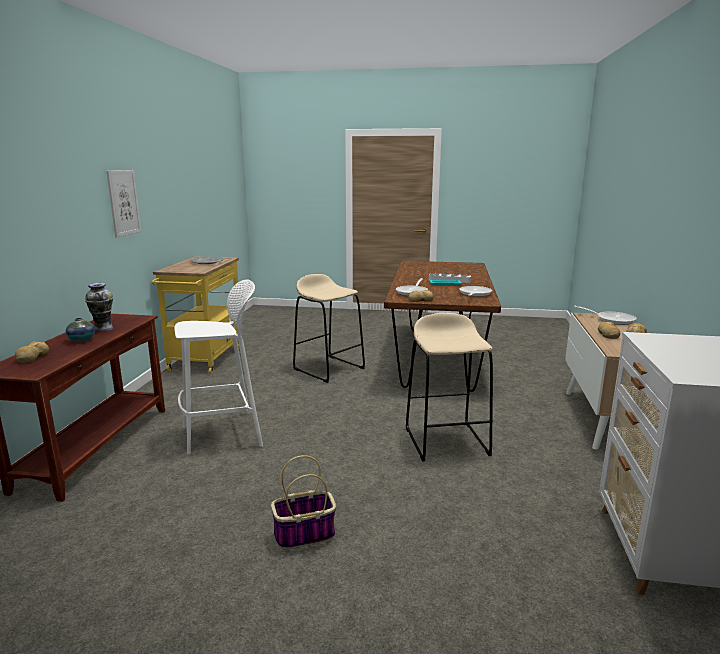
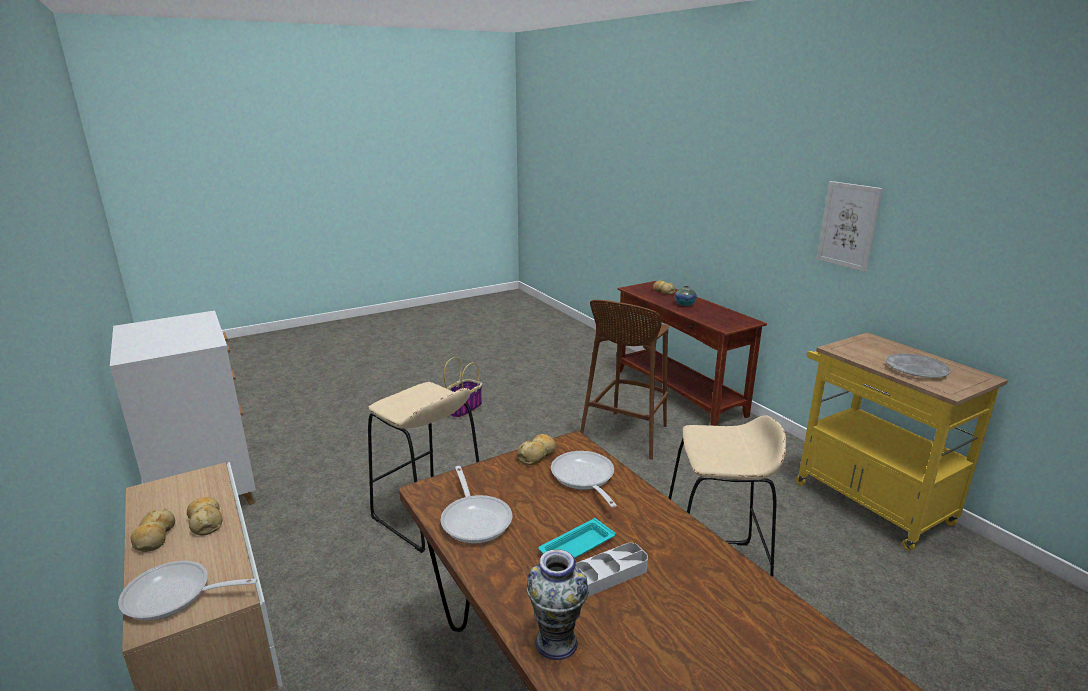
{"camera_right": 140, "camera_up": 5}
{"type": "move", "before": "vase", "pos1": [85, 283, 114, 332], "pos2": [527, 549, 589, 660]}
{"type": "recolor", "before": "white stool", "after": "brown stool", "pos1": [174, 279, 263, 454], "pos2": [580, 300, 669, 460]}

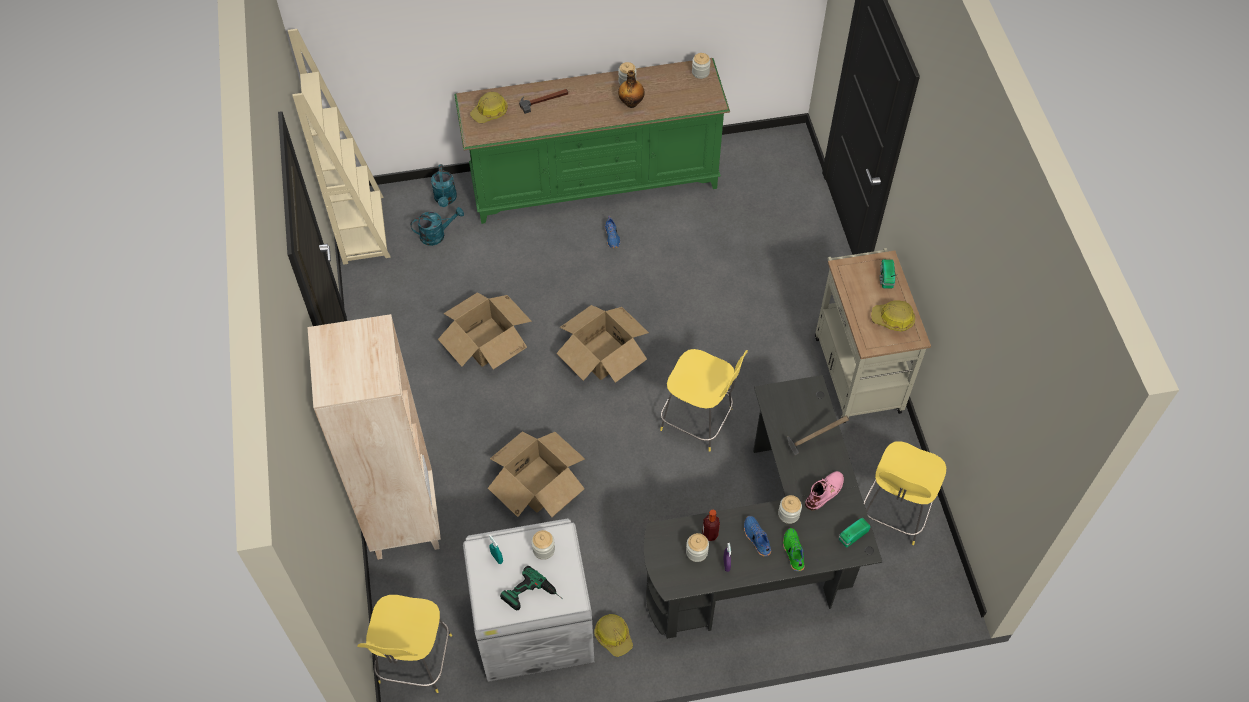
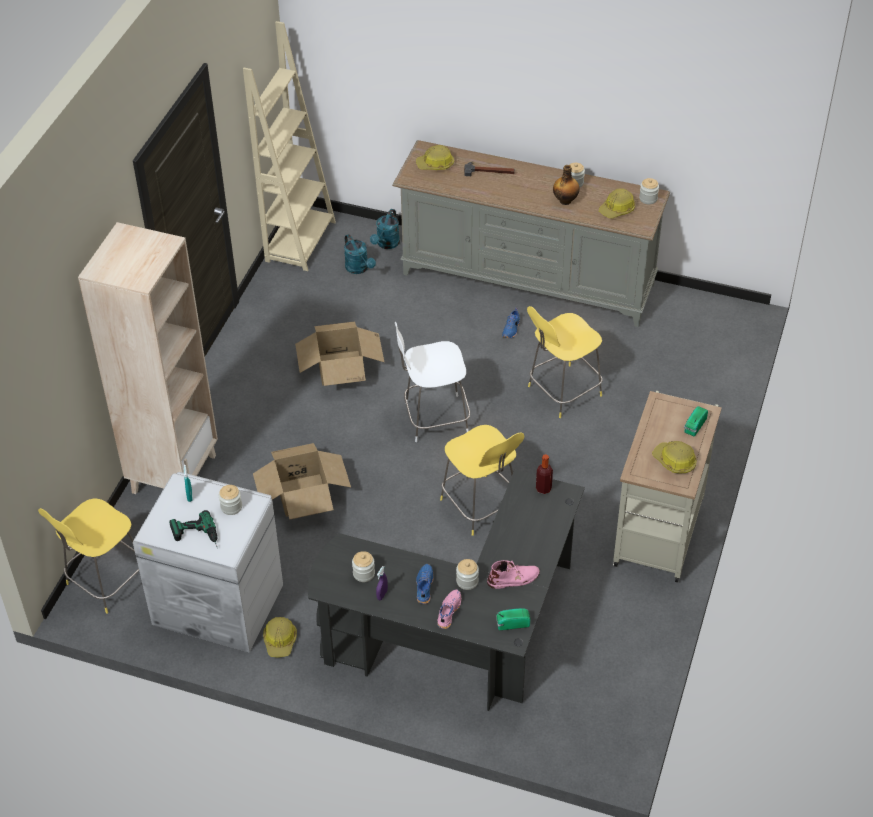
{"camera_right": 30, "camera_up": -10}
{"type": "rotate", "before": "turquoise watering can", "pos1": [411, 207, 464, 246], "pos2": [344, 234, 376, 274], "turn": 45}
{"type": "recolor", "before": "green cabinet", "after": "grey cabinet", "pos1": [454, 58, 730, 224], "pos2": [392, 140, 670, 327]}
{"type": "replace", "before": "cardboard box", "after": "white stool", "pos1": [556, 305, 649, 383], "pos2": [395, 322, 470, 442]}
{"type": "recolor", "before": "green shoe", "after": "pink shoe", "pos1": [783, 528, 804, 572], "pos2": [437, 589, 461, 629]}
{"type": "move", "before": "yellow stool", "pos1": [864, 441, 946, 545], "pos2": [527, 306, 603, 418]}
{"type": "move", "before": "bottle", "pos1": [702, 510, 720, 541], "pos2": [536, 454, 553, 494]}
{"type": "insert", "after": "hard hat", "pos2": [599, 188, 635, 219]}
{"type": "delete", "before": "hammer", "pos1": [787, 415, 849, 455]}

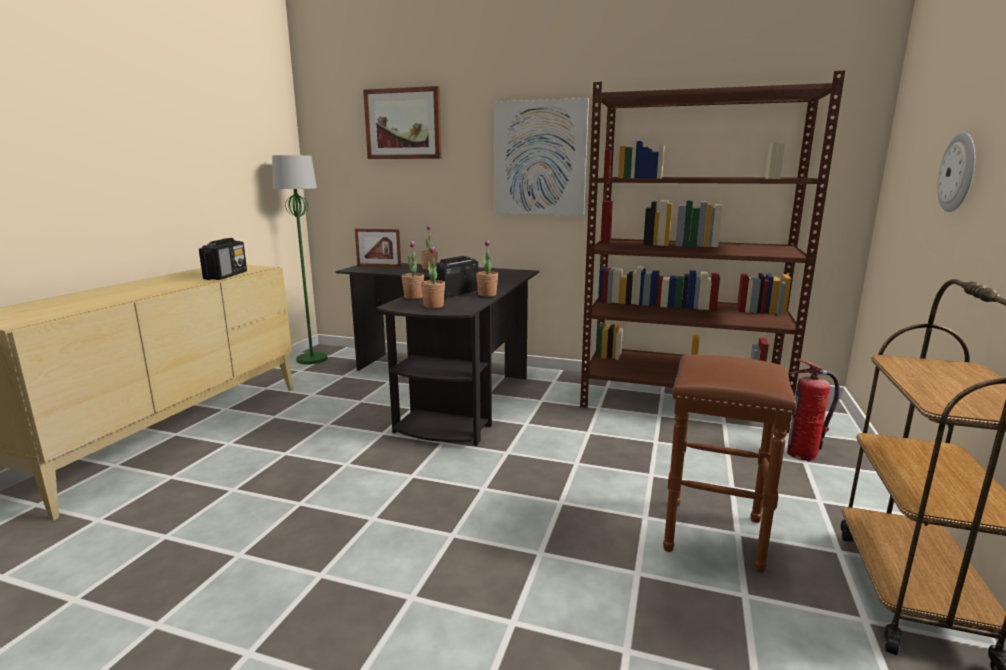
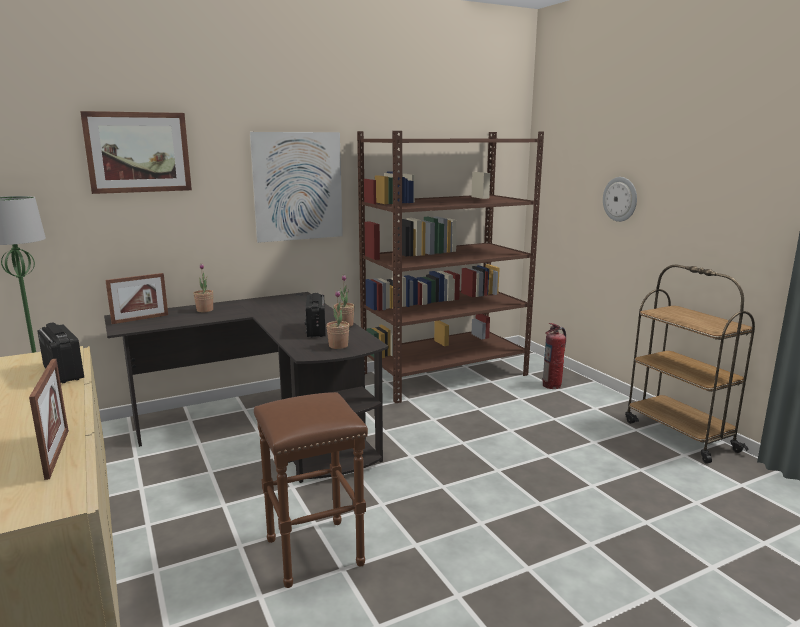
{"camera_right": -45, "camera_up": 0}
{"type": "insert", "after": "picture frame", "pos2": [29, 359, 69, 480]}
{"type": "move", "before": "brown stool", "pos1": [663, 355, 797, 572], "pos2": [254, 392, 368, 588]}
{"type": "delete", "before": "potted plant", "pos1": [402, 241, 424, 299]}

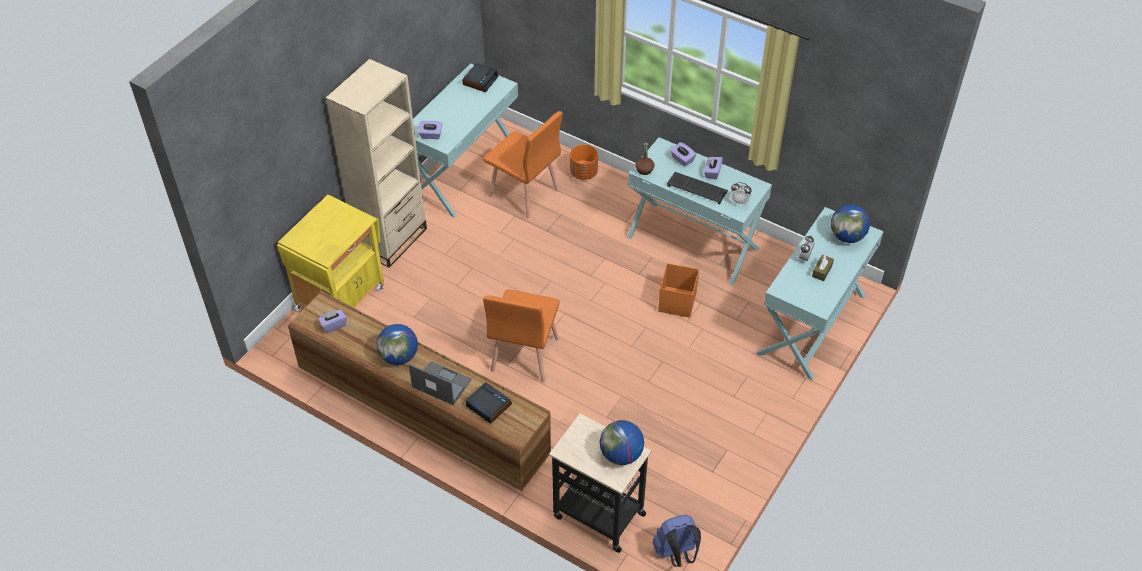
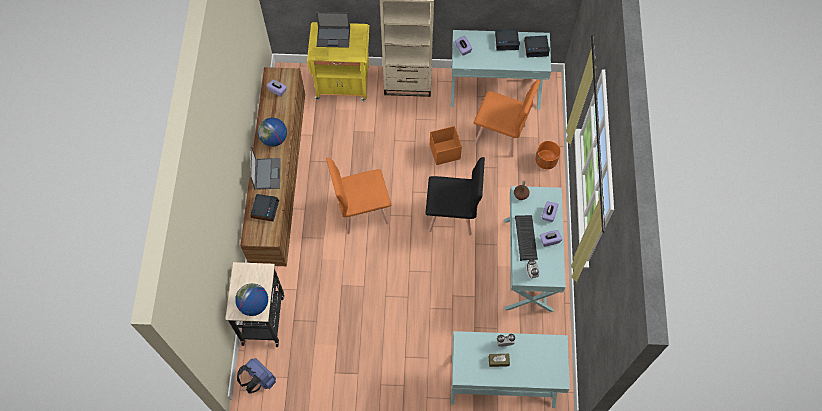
{"camera_right": 60, "camera_up": 15}
{"type": "insert", "after": "laptop", "pos2": [316, 12, 350, 48]}
{"type": "insert", "after": "black chair", "pos2": [425, 157, 485, 236]}
{"type": "move", "before": "orange storage box", "pos1": [658, 263, 699, 318], "pos2": [430, 126, 462, 165]}
{"type": "rotate", "before": "orange chair", "pos1": [483, 111, 563, 219], "pos2": [473, 80, 540, 157], "turn": -75}
{"type": "insert", "after": "alarm clock", "pos2": [495, 29, 520, 51]}
{"type": "delete", "before": "globe", "pos1": [831, 204, 870, 243]}

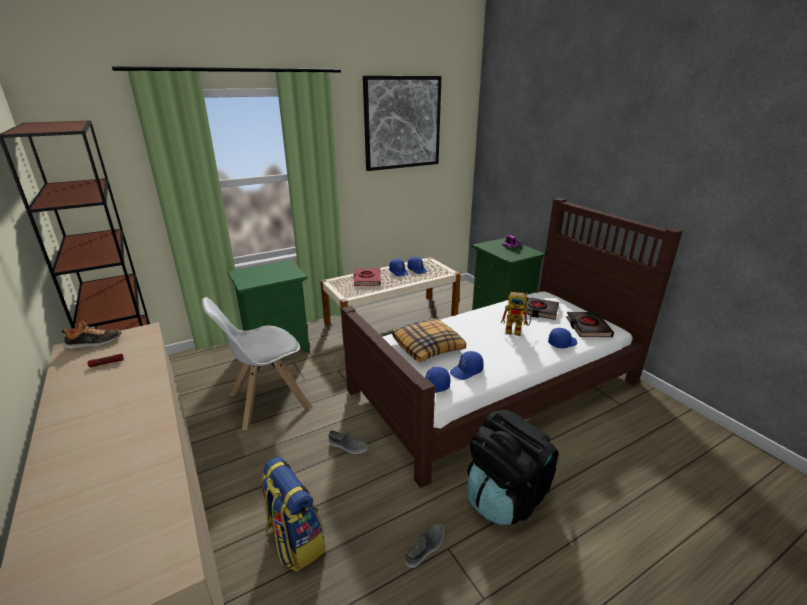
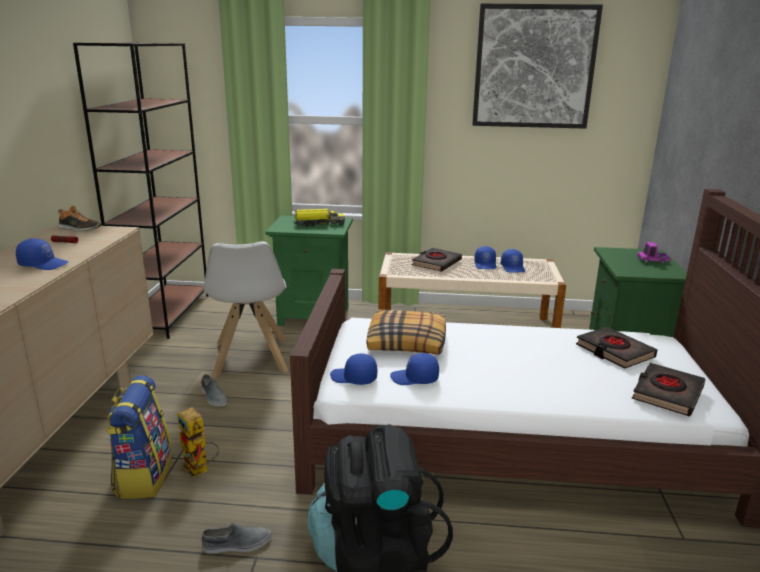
{"camera_right": 35, "camera_up": -5}
{"type": "move", "before": "blue cap", "pos1": [548, 328, 577, 348], "pos2": [16, 238, 68, 270]}
{"type": "move", "before": "toy robot", "pos1": [501, 292, 531, 336], "pos2": [177, 407, 219, 478]}
{"type": "move", "before": "grey shoe", "pos1": [328, 430, 368, 454], "pos2": [201, 374, 227, 407]}
{"type": "rotate", "before": "chair", "pos1": [202, 297, 311, 430], "pos2": [204, 241, 288, 378], "turn": -105}
{"type": "insert", "after": "toy truck", "pos2": [293, 209, 345, 227]}
{"type": "recolor", "before": "red book", "after": "black book", "pos1": [354, 268, 381, 286], "pos2": [412, 248, 462, 272]}

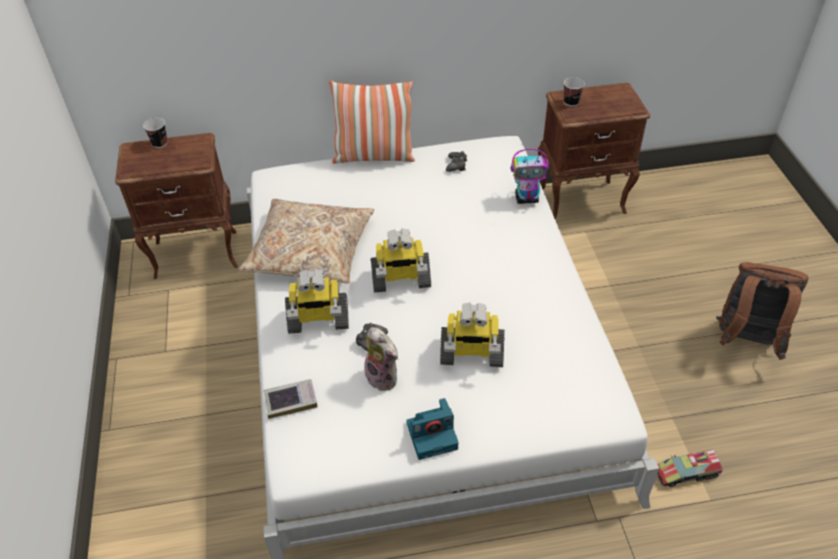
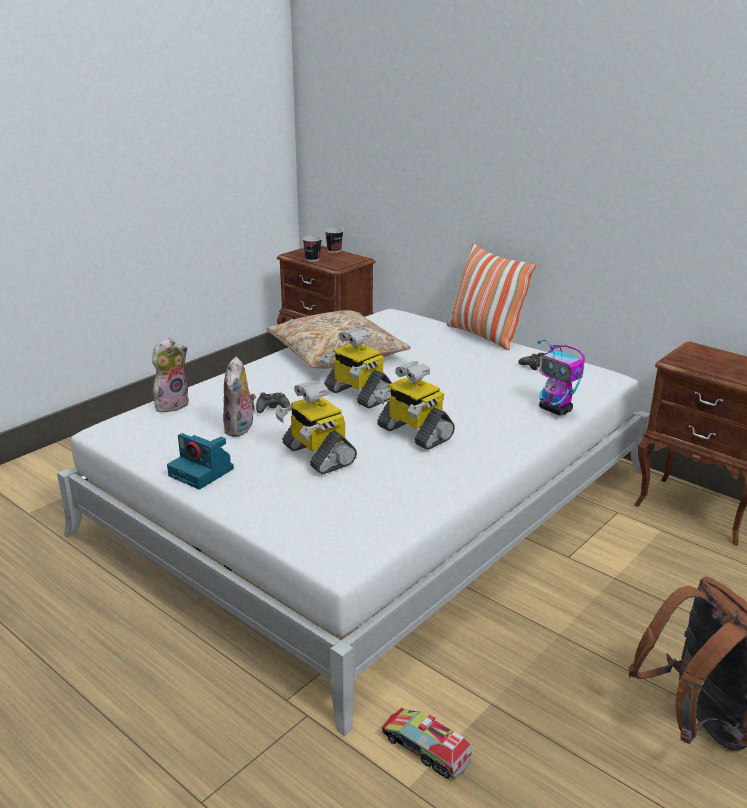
{"camera_right": 50, "camera_up": -20}
{"type": "replace", "before": "book", "after": "plush toy", "pos1": [263, 379, 318, 419], "pos2": [152, 338, 189, 412]}
{"type": "move", "before": "cup", "pos1": [564, 77, 584, 107], "pos2": [302, 236, 322, 262]}
{"type": "move", "before": "toy robot", "pos1": [285, 269, 349, 333], "pos2": [375, 361, 455, 450]}

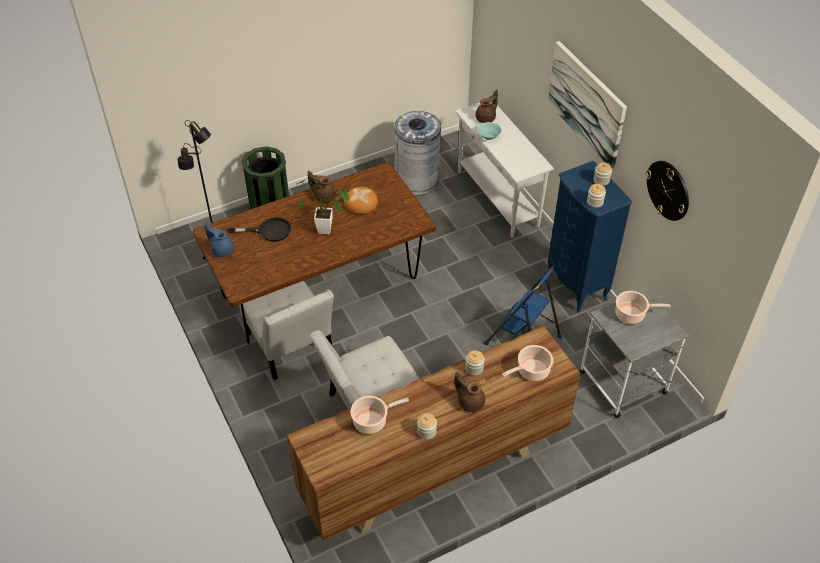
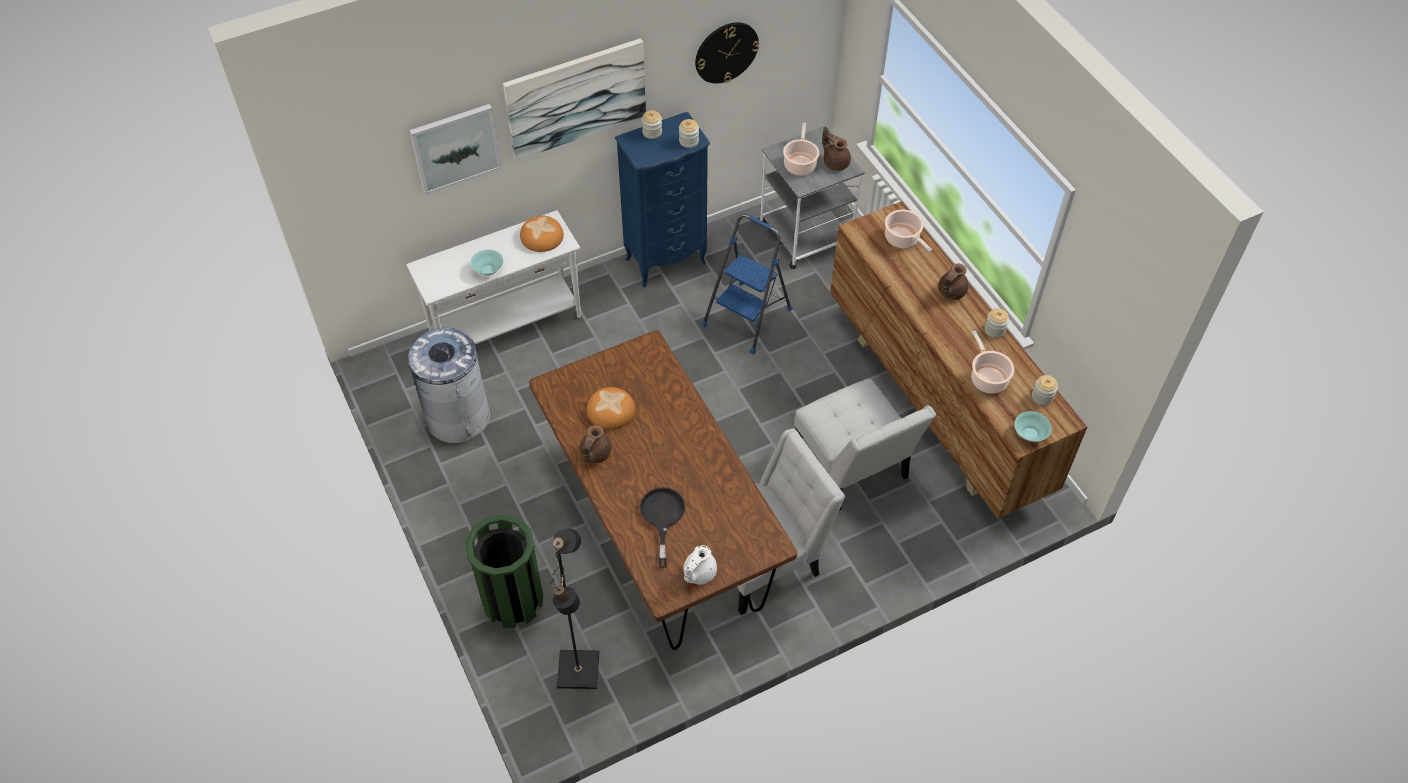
{"camera_right": -90, "camera_up": 5}
{"type": "insert", "after": "picture", "pos2": [409, 104, 502, 195]}
{"type": "insert", "after": "bread", "pos2": [520, 216, 564, 252]}
{"type": "recolor", "before": "blue teapot", "after": "white teapot", "pos1": [204, 222, 234, 257], "pos2": [683, 545, 717, 585]}
{"type": "move", "before": "brown teapot", "pos1": [476, 90, 498, 123], "pos2": [822, 126, 851, 171]}
{"type": "insert", "after": "turquoise bowl", "pos2": [1014, 411, 1052, 442]}
{"type": "move", "before": "jar", "pos1": [465, 350, 484, 376], "pos2": [1032, 375, 1058, 405]}
{"type": "delete", "before": "potted plant", "pos1": [296, 180, 350, 234]}

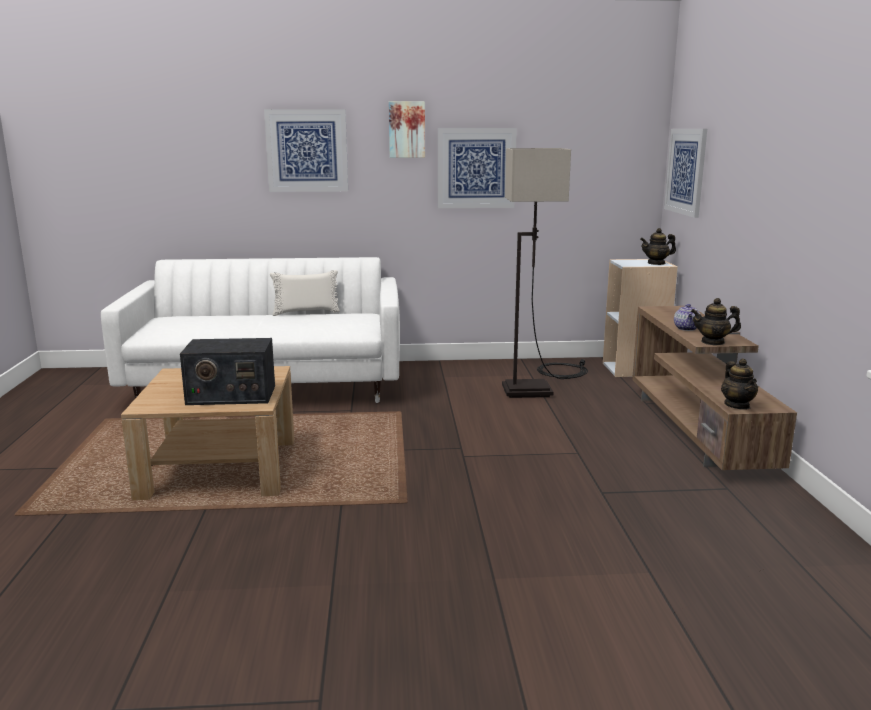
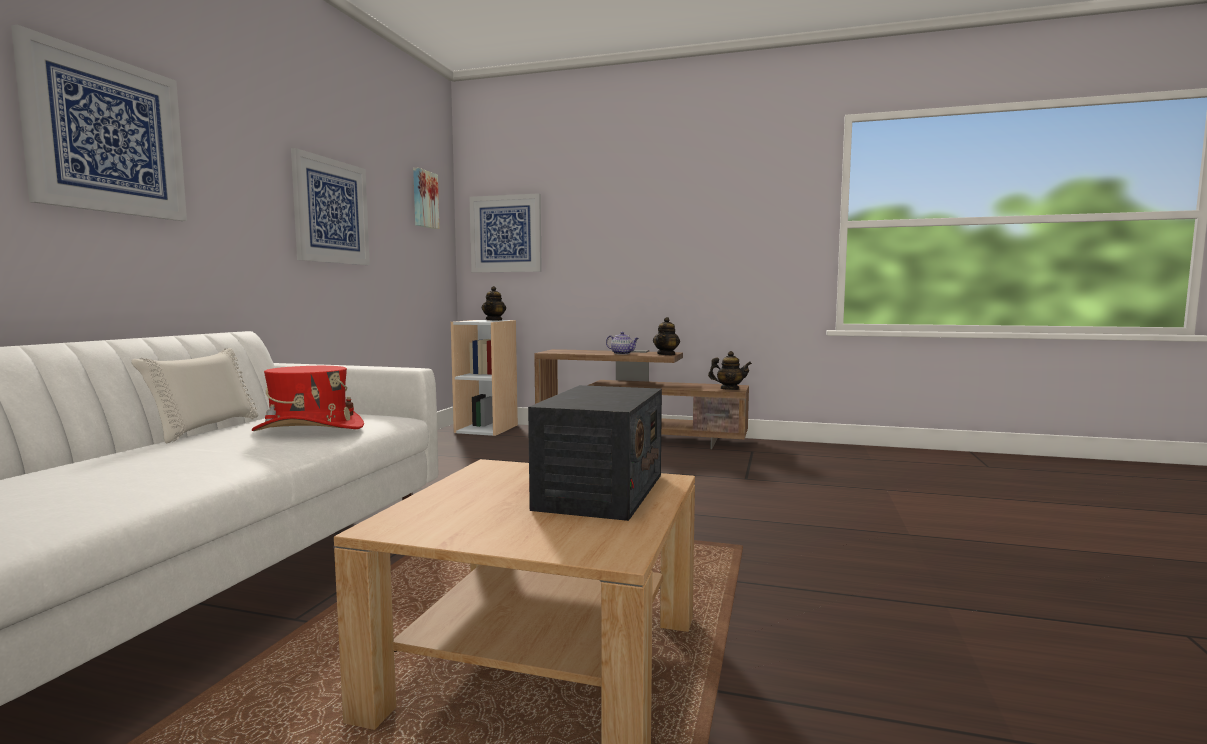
{"camera_right": -70, "camera_up": -10}
{"type": "insert", "after": "red hat", "pos2": [251, 366, 364, 431]}
{"type": "move", "before": "picture", "pos1": [389, 101, 425, 158], "pos2": [413, 168, 439, 229]}
{"type": "delete", "before": "floor lamp", "pos1": [502, 148, 588, 398]}

